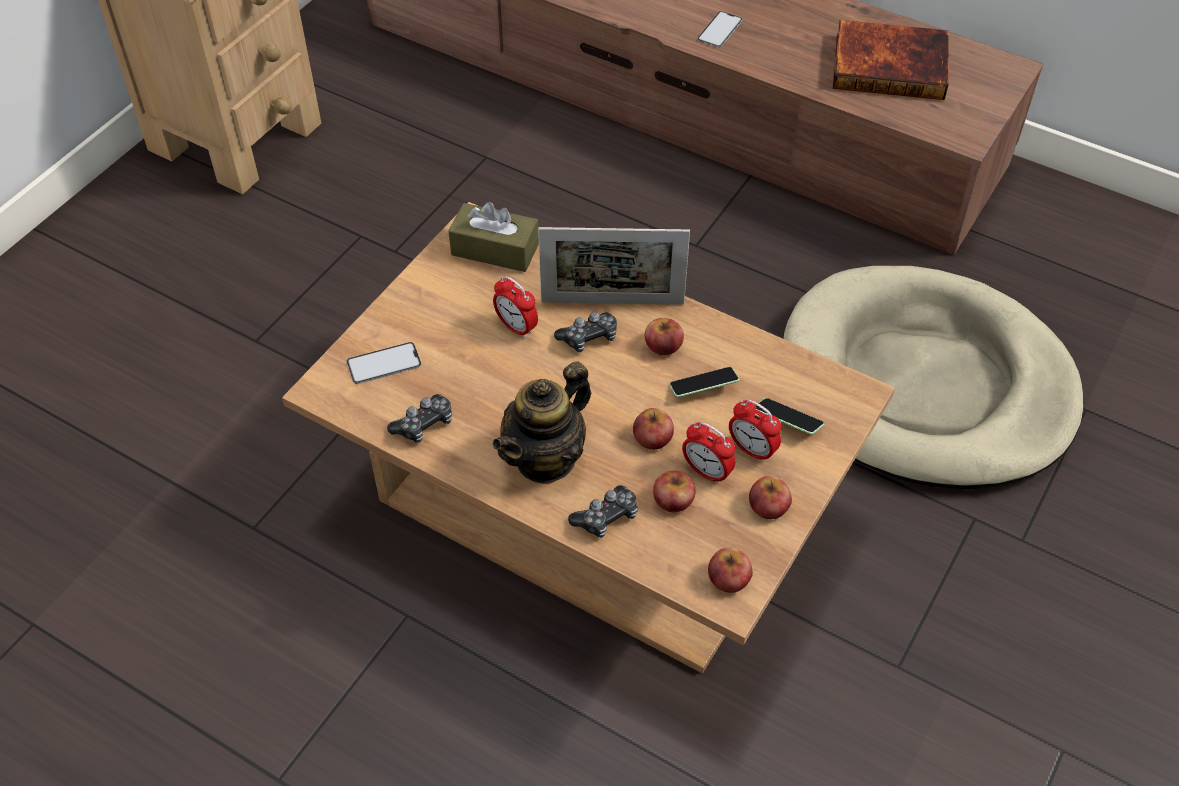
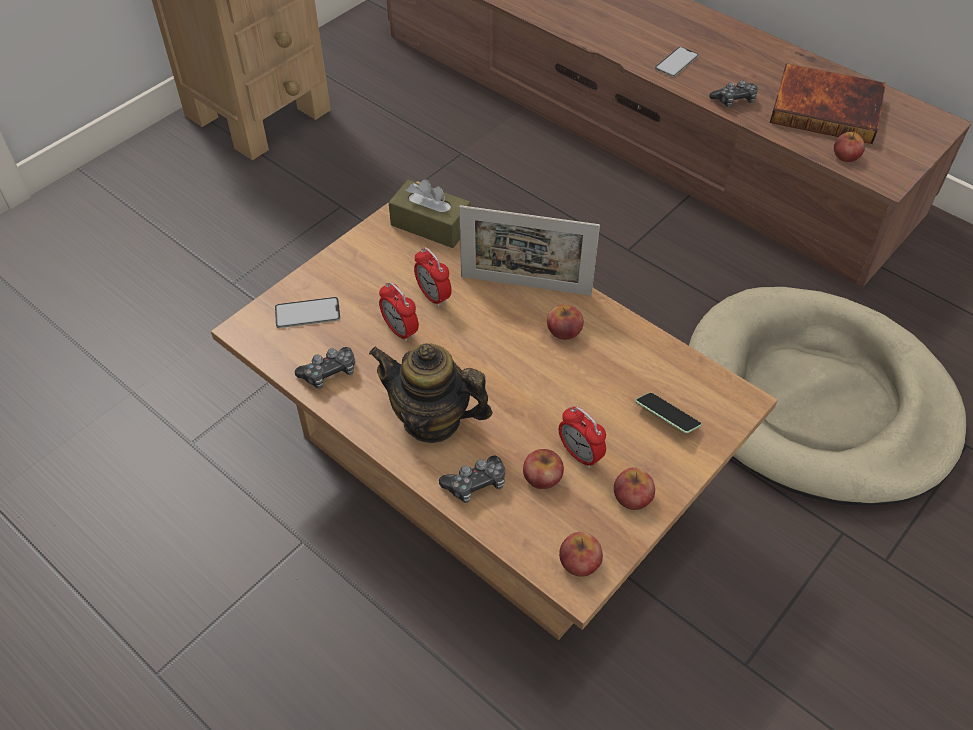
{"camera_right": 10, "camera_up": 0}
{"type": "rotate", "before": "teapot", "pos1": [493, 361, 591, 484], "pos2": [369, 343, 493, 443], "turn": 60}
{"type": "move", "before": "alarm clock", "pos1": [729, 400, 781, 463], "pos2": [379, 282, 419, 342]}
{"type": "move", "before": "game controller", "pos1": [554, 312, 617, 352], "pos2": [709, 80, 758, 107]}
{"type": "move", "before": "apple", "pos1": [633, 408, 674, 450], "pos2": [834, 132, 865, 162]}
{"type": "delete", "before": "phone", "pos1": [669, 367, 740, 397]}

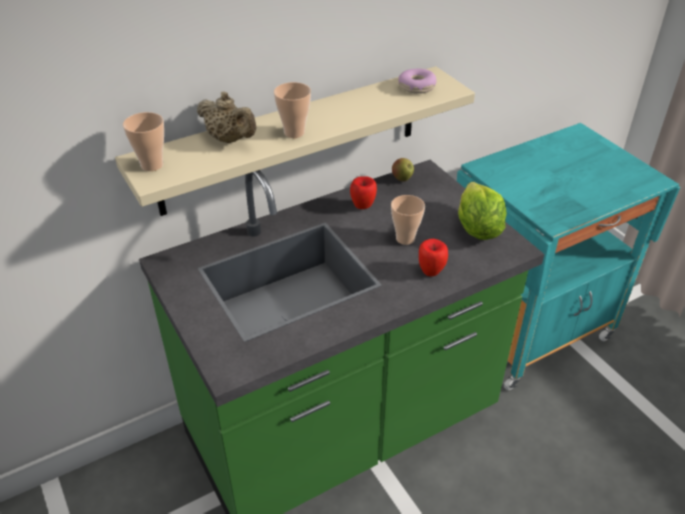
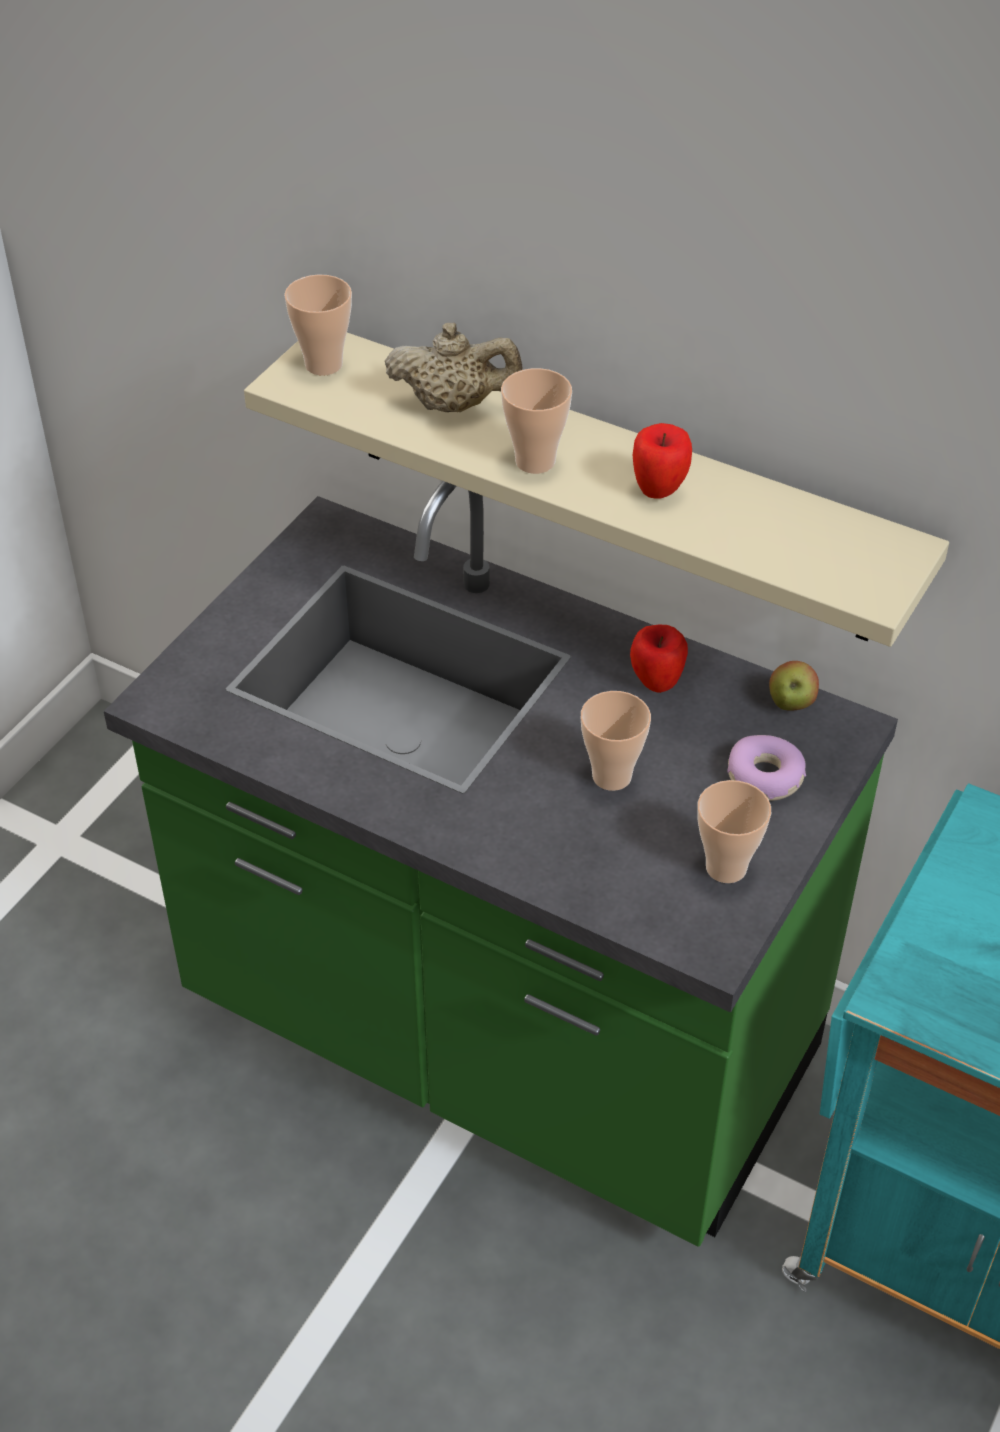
{"camera_right": 60, "camera_up": 5}
{"type": "rotate", "before": "beige teapot", "pos1": [197, 91, 256, 143], "pos2": [385, 322, 523, 412], "turn": -90}
{"type": "move", "before": "apple", "pos1": [419, 239, 448, 277], "pos2": [633, 423, 692, 499]}
{"type": "replace", "before": "lettuce", "after": "cup", "pos1": [458, 182, 506, 240], "pos2": [698, 780, 771, 883]}
{"type": "move", "before": "donut", "pos1": [398, 69, 437, 94], "pos2": [727, 735, 806, 801]}

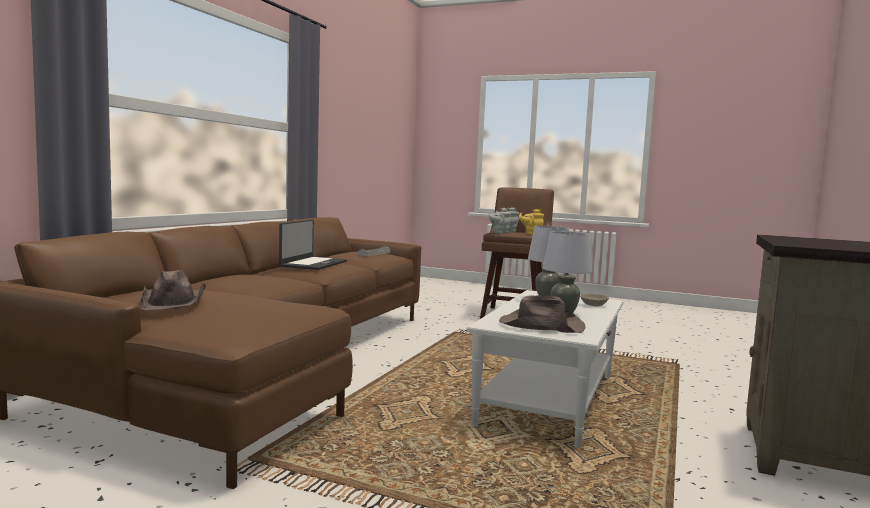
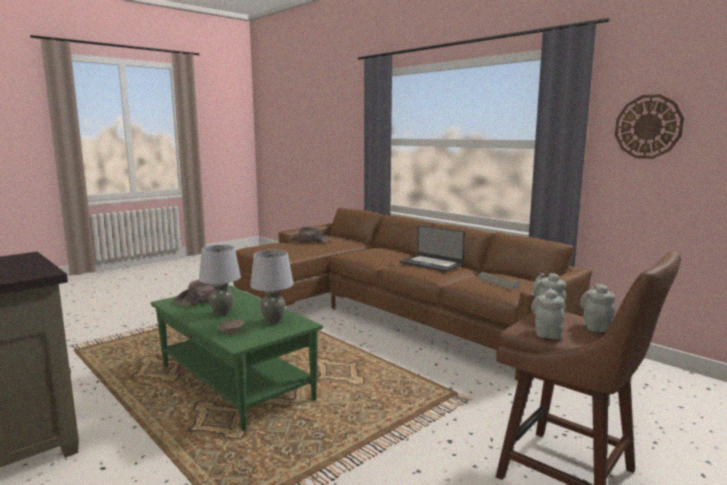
{"camera_right": 115, "camera_up": 5}
{"type": "recolor", "before": "white coffee table", "after": "green coffee table", "pos1": [466, 290, 623, 448], "pos2": [151, 285, 323, 431]}
{"type": "recolor", "before": "yellow teapot", "after": "grey teapot", "pos1": [519, 209, 544, 235], "pos2": [531, 288, 566, 339]}
{"type": "insert", "after": "wall clock", "pos2": [615, 94, 684, 159]}

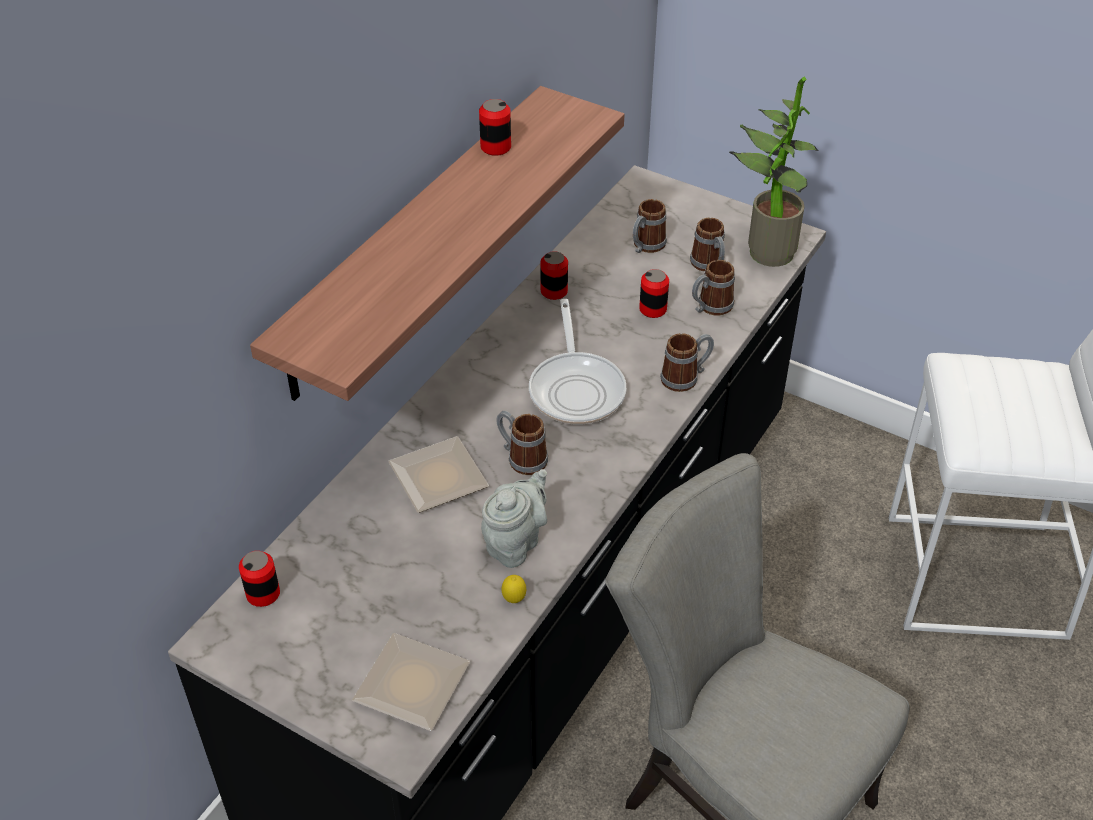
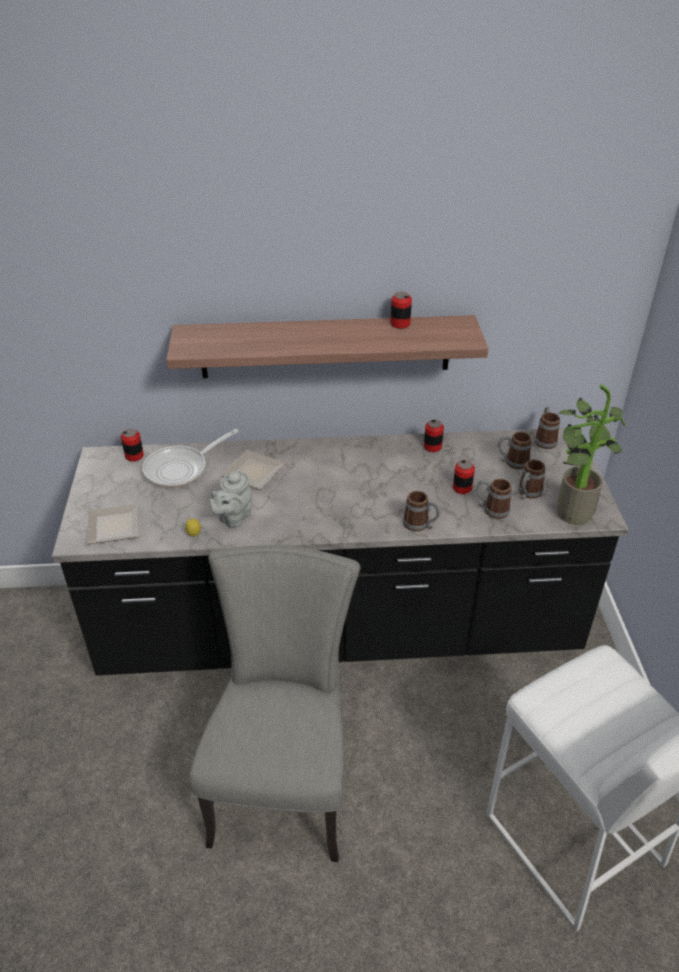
{"camera_right": 55, "camera_up": -5}
{"type": "move", "before": "frying pan", "pos1": [529, 299, 626, 424], "pos2": [142, 429, 239, 488]}
{"type": "rotate", "before": "grey teapot", "pos1": [481, 469, 547, 568], "pos2": [209, 469, 252, 528], "turn": 120}
{"type": "move", "before": "mug", "pos1": [496, 411, 548, 475], "pos2": [534, 407, 560, 449]}

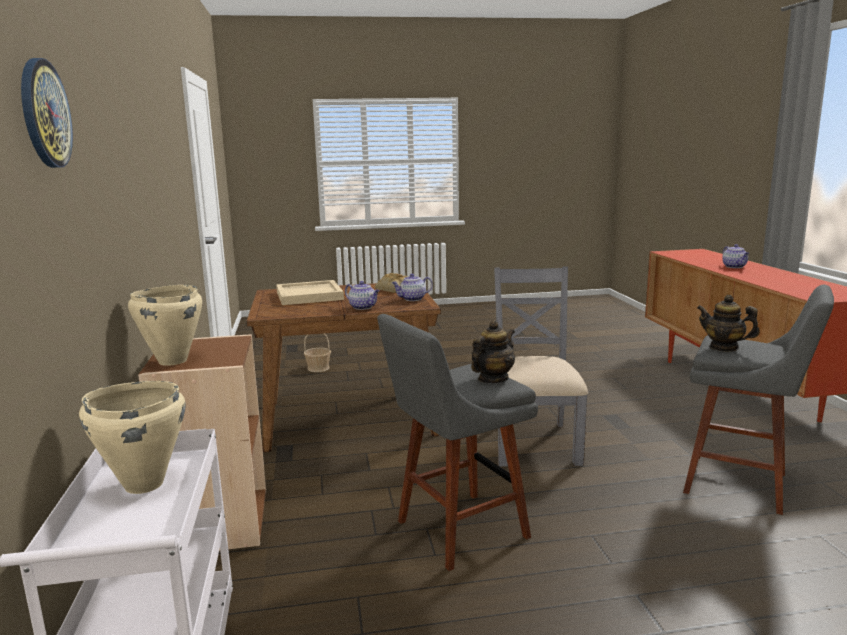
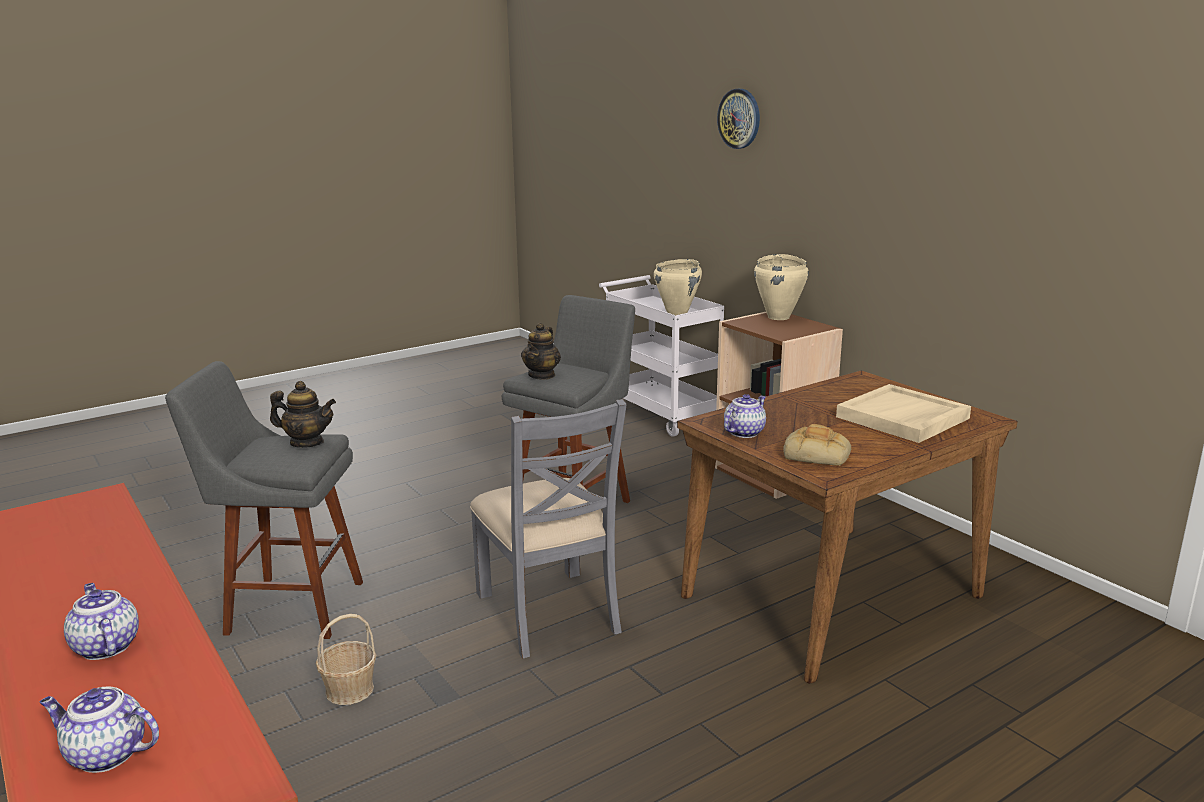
{"camera_right": 155, "camera_up": 5}
{"type": "move", "before": "teapot", "pos1": [345, 281, 380, 310], "pos2": [40, 686, 159, 773]}
{"type": "move", "before": "basket", "pos1": [304, 333, 331, 372], "pos2": [316, 614, 376, 705]}

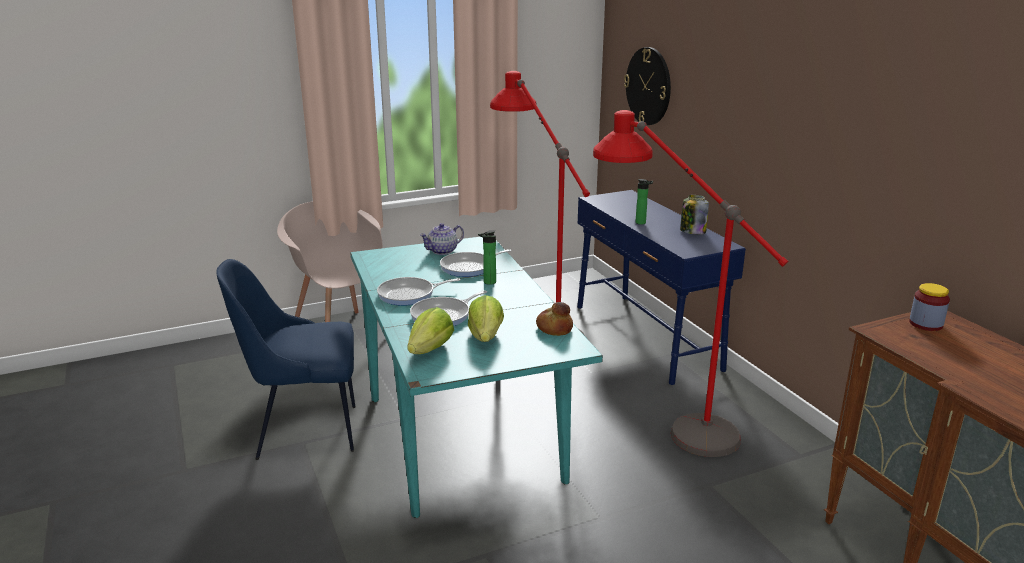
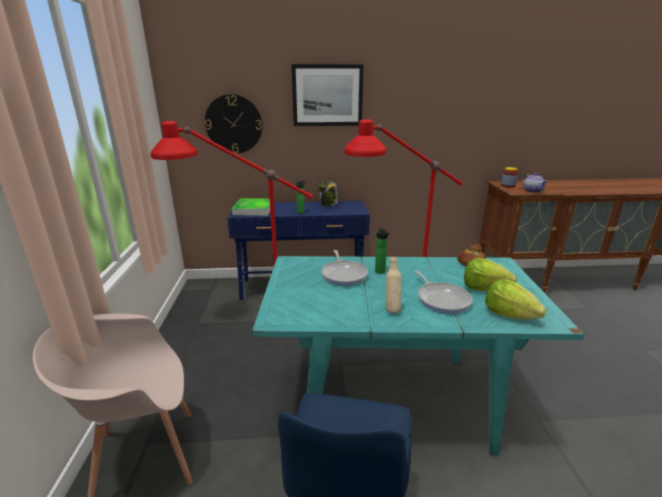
{"camera_right": -70, "camera_up": 0}
{"type": "insert", "after": "tray", "pos2": [232, 198, 270, 216]}
{"type": "insert", "after": "picture", "pos2": [292, 64, 364, 126]}
{"type": "replace", "before": "frying pan", "after": "beige bottle", "pos1": [377, 277, 461, 306], "pos2": [386, 256, 401, 313]}
{"type": "move", "before": "teapot", "pos1": [419, 223, 464, 255], "pos2": [523, 173, 548, 193]}

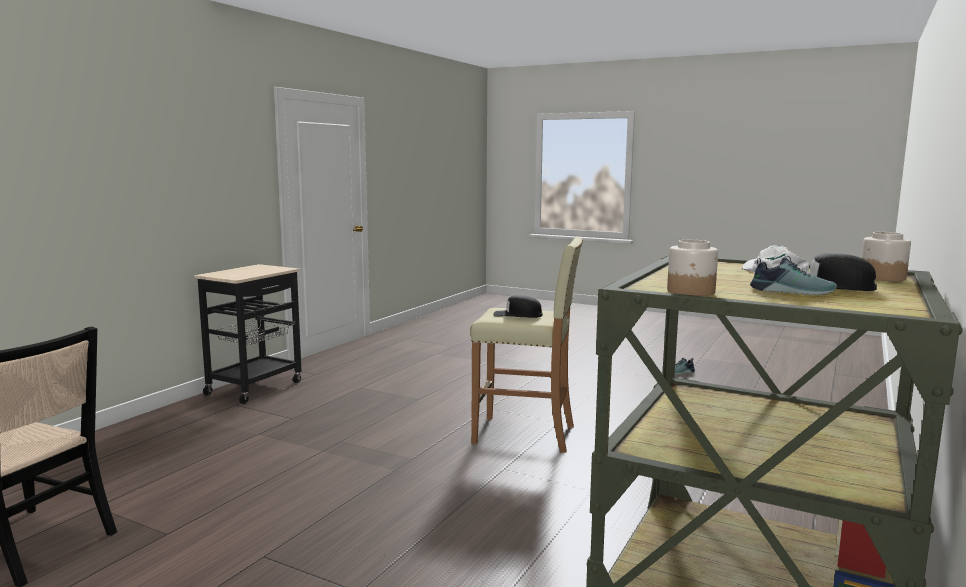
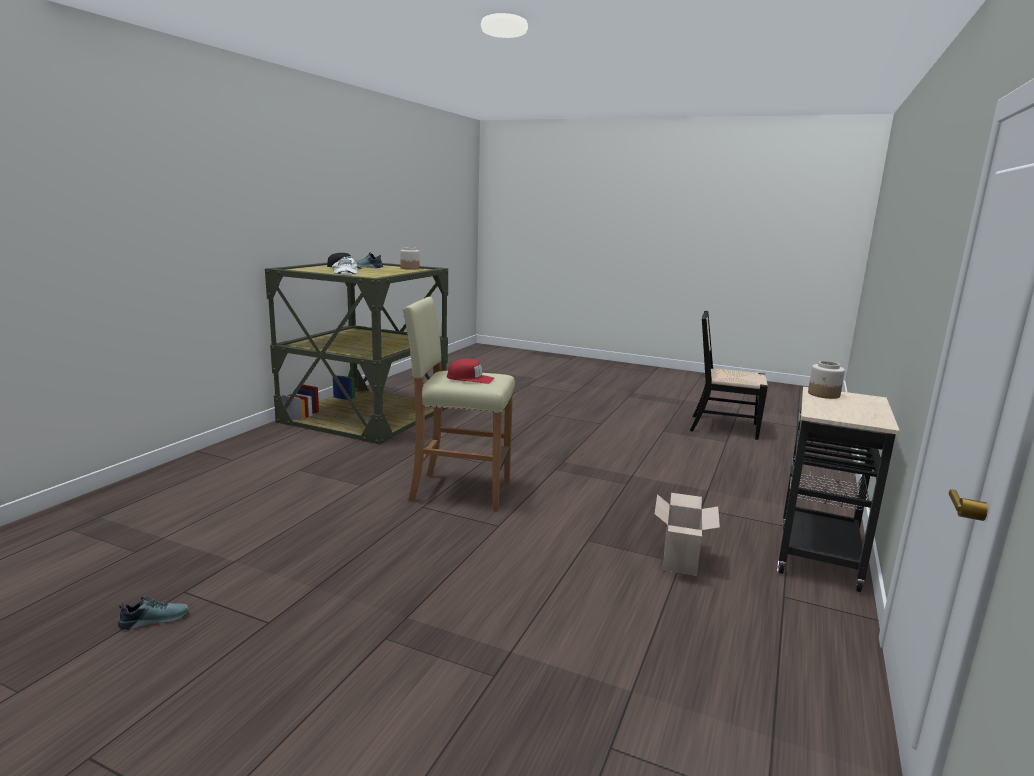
{"camera_right": 175, "camera_up": 5}
{"type": "recolor", "before": "black cap", "after": "red cap", "pos1": [493, 295, 542, 318], "pos2": [447, 358, 495, 384]}
{"type": "insert", "after": "cardboard box", "pos2": [655, 493, 720, 576]}
{"type": "move", "before": "jar", "pos1": [861, 232, 911, 281], "pos2": [808, 361, 845, 399]}

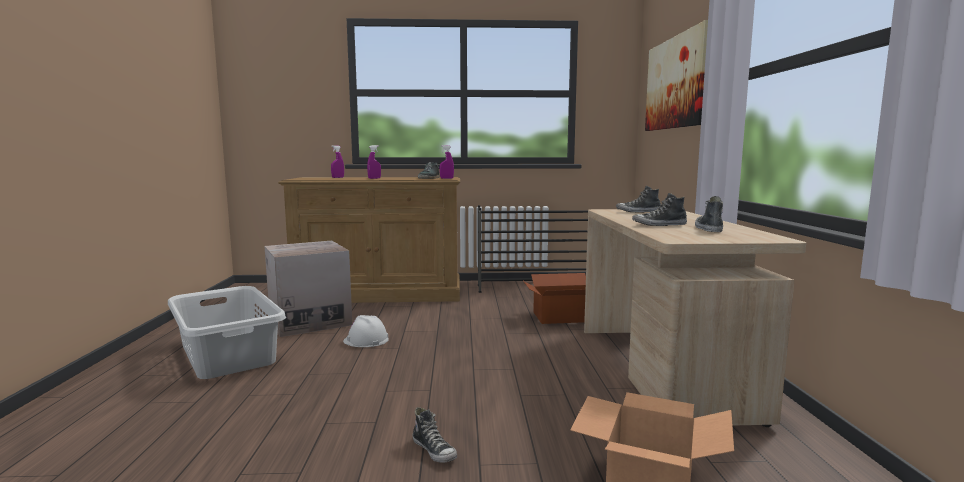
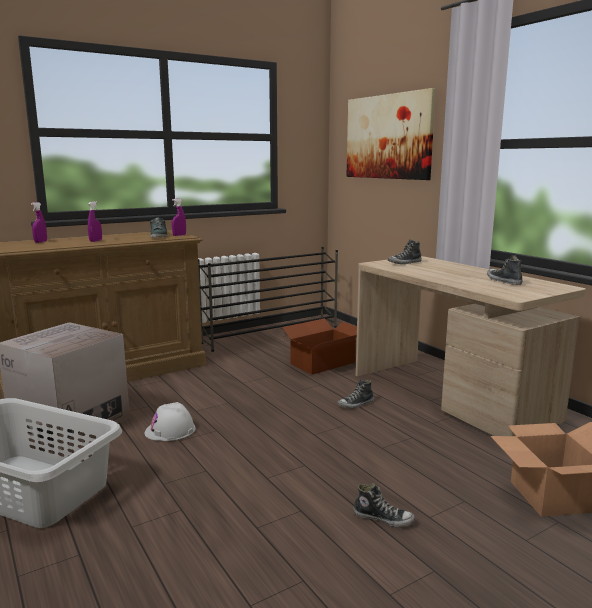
{"camera_right": -30, "camera_up": 5}
{"type": "move", "before": "shoe", "pos1": [632, 193, 687, 226], "pos2": [337, 379, 374, 408]}

